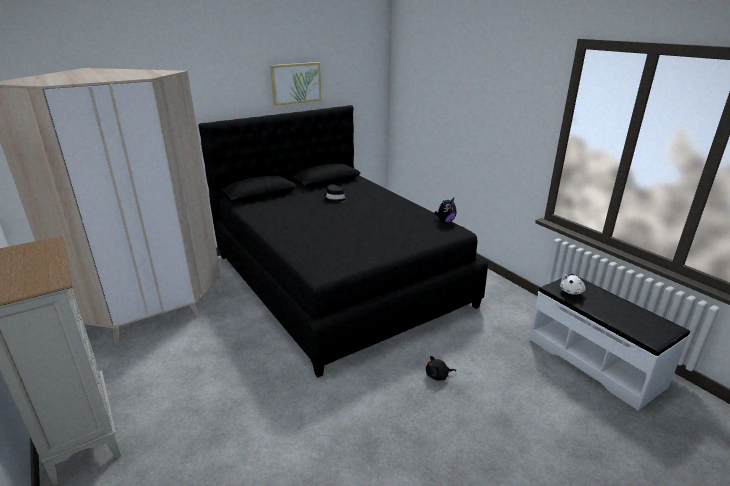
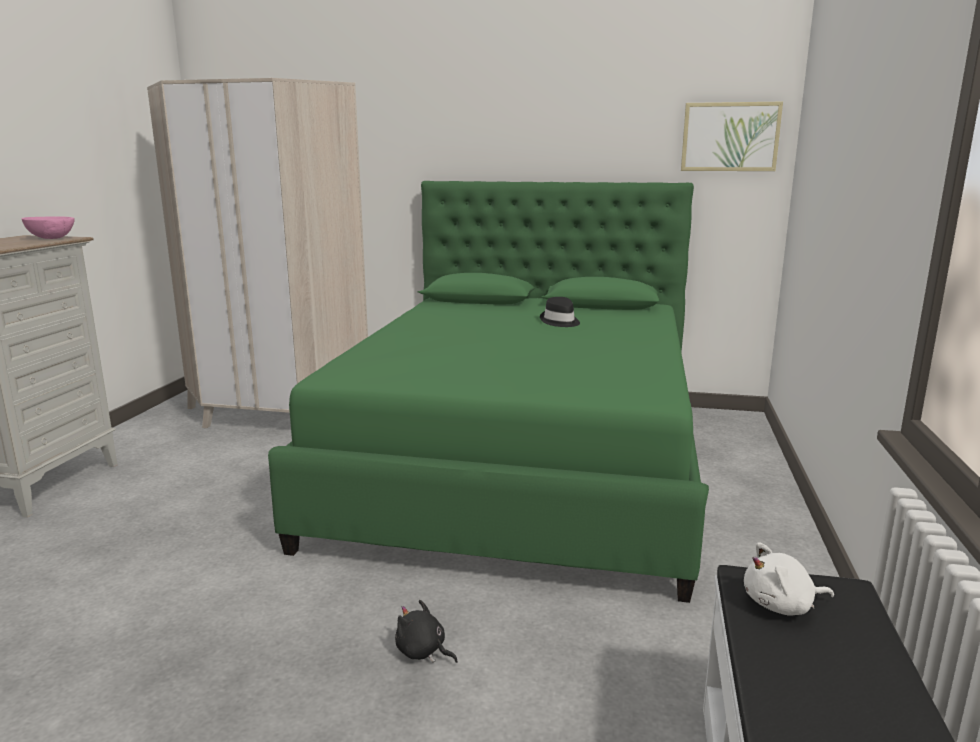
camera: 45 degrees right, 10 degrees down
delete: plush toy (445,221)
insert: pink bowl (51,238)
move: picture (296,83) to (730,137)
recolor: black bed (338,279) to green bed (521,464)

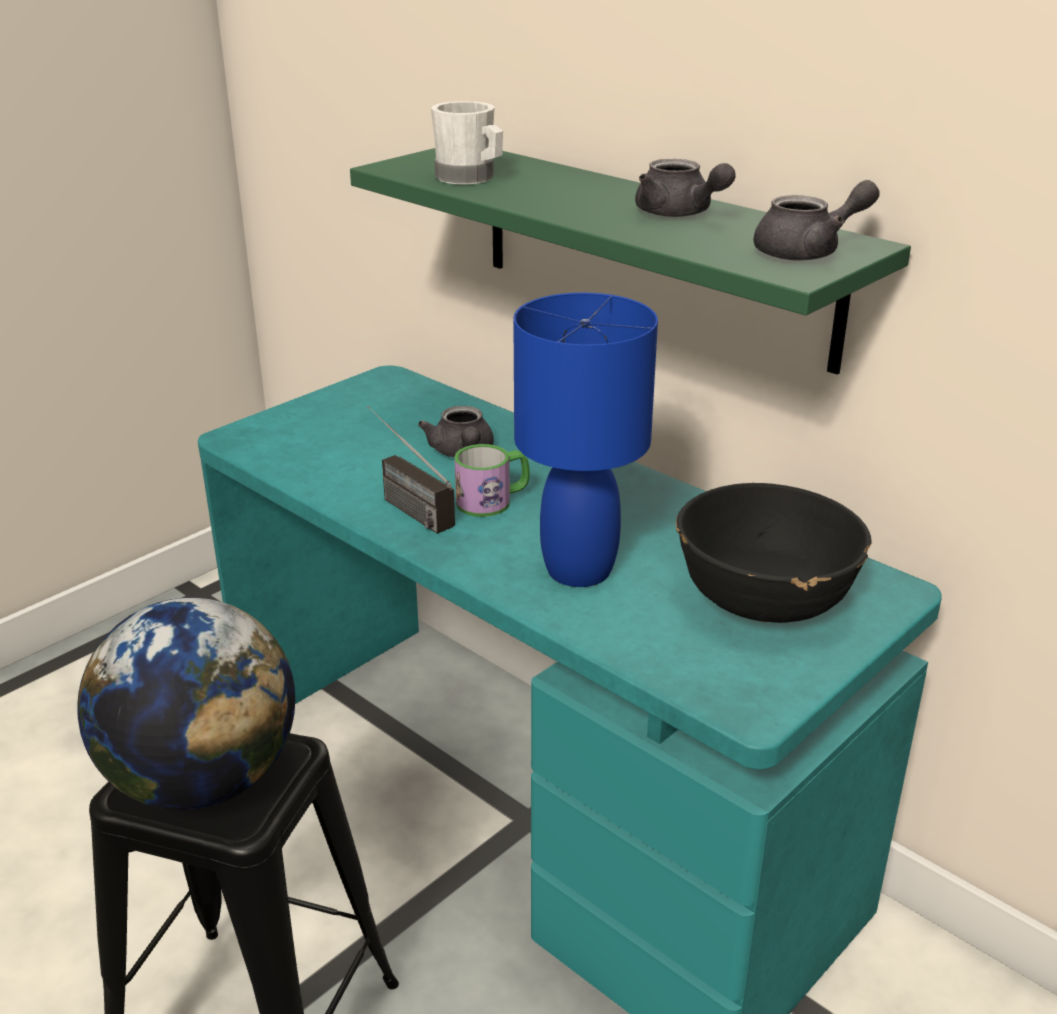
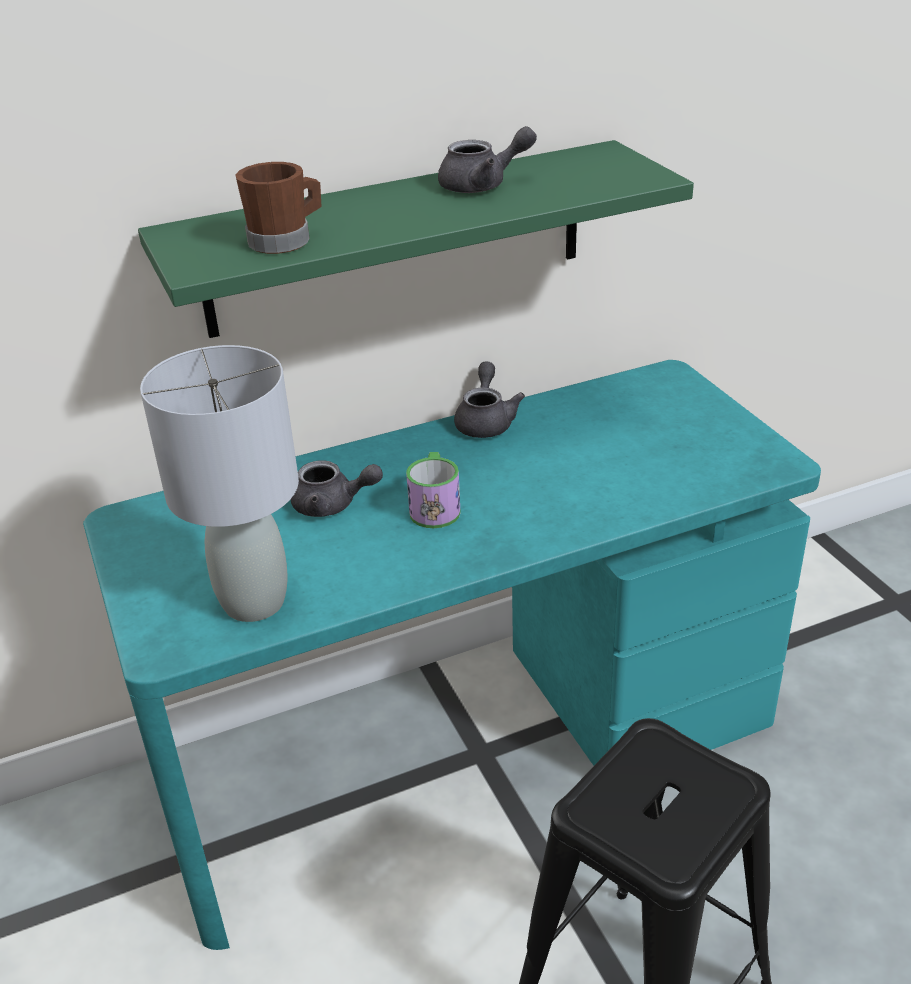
camera: 65 degrees left, 5 degrees up
delete: globe (203,780); radio (402,504); blue table lamp (580,570); black bowl (764,599)
insert: grey table lamp (255,602)
move: grey teapot (809,252) to (486,421)
recolor: white mug (470,178) to brown mug (286,240)

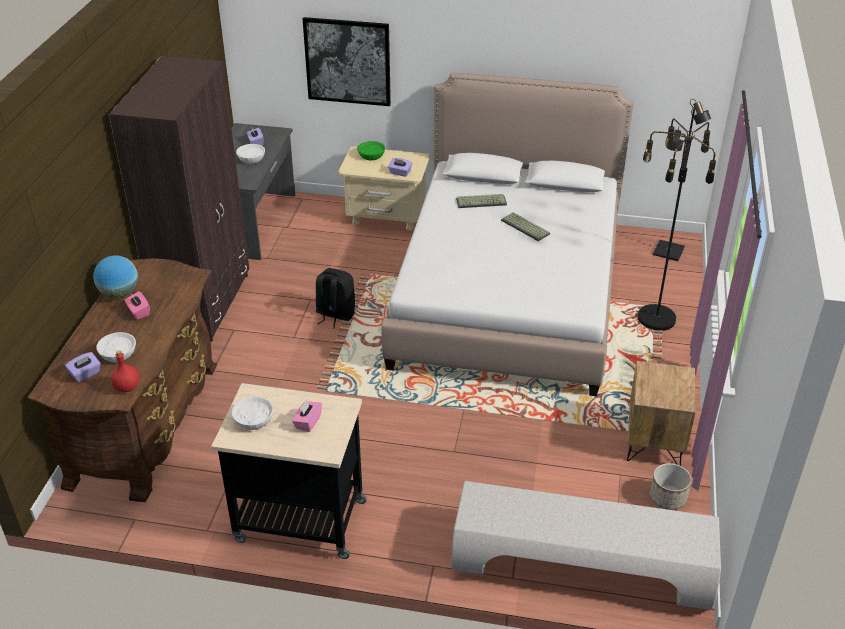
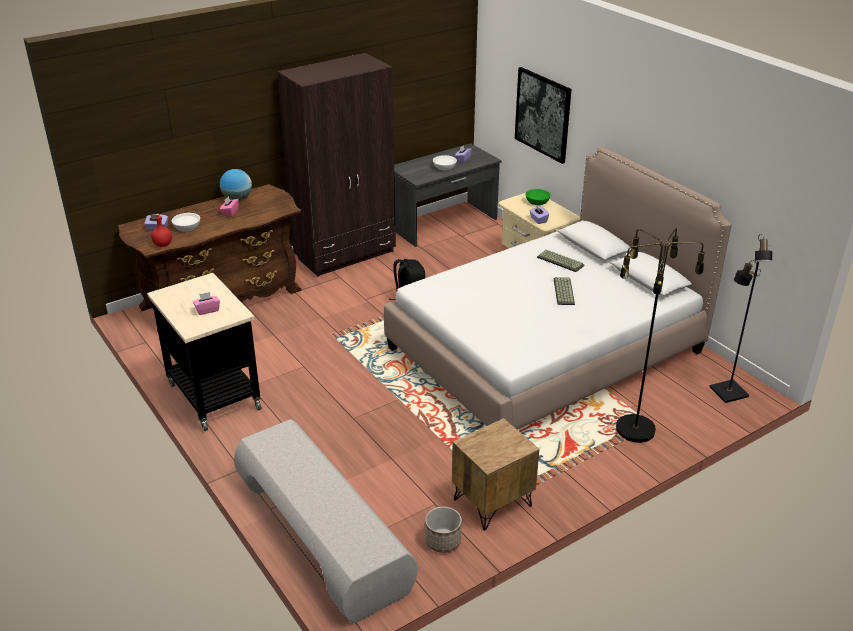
camera: 45 degrees right, 5 degrees down
delete: white bowl (253,419)

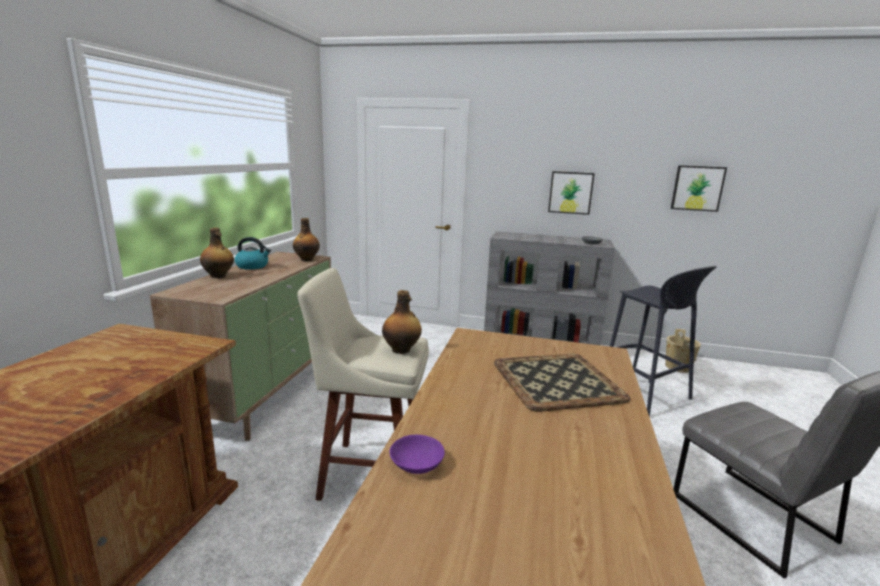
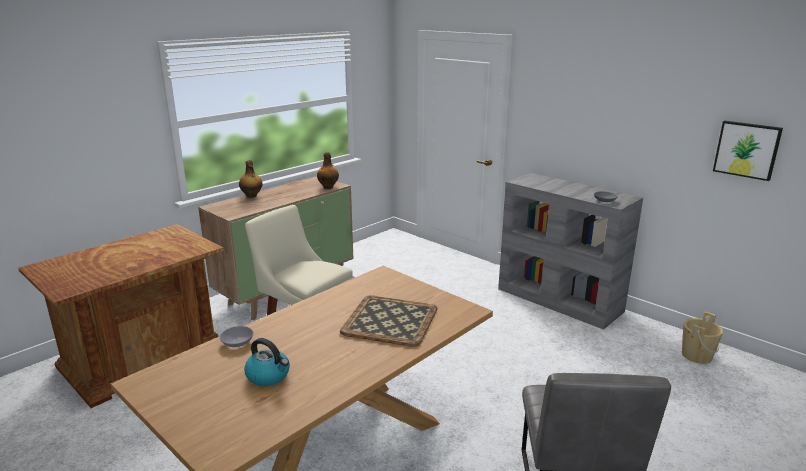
camera: 30 degrees right, 5 degrees up
delete: bottle (401,350); picture (570,192); grey stool (644,395)
move: kettle (253,266) to (269,376)
recolor: purple bowl (415,464) to grey bowl (236,342)

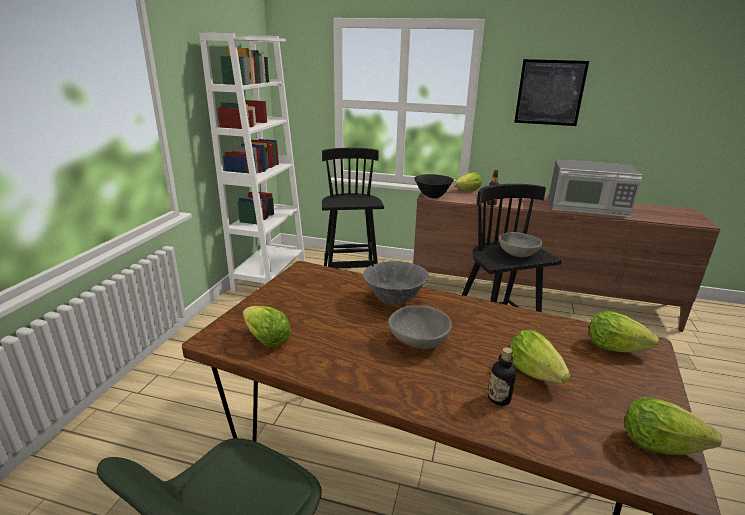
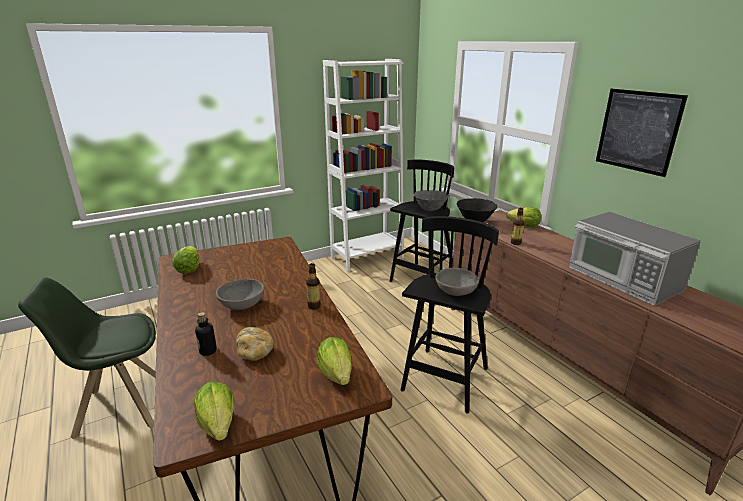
camera: 45 degrees right, 0 degrees up
insert: bottle (314,306)
move: grey bowl (394,301) to (430,210)
replace: lettuce (534,372) to bread (255,353)

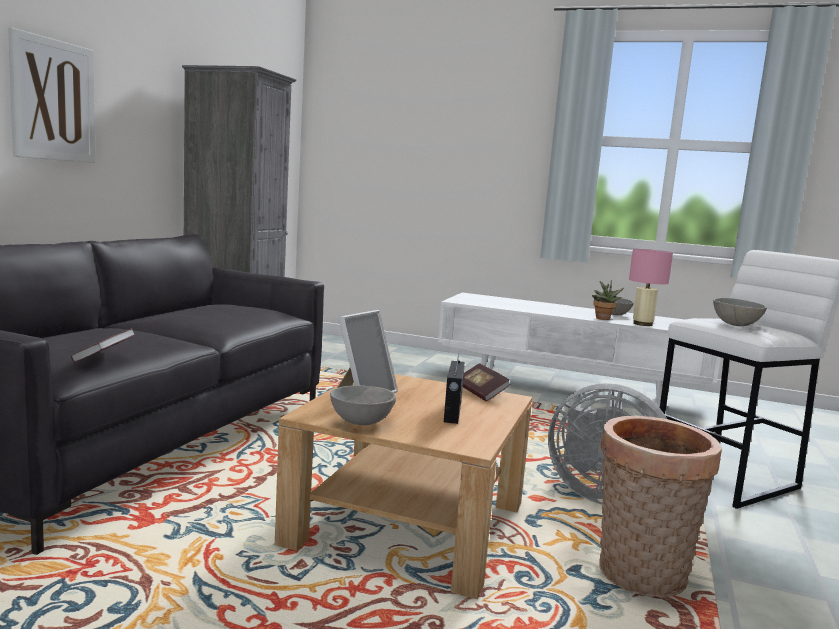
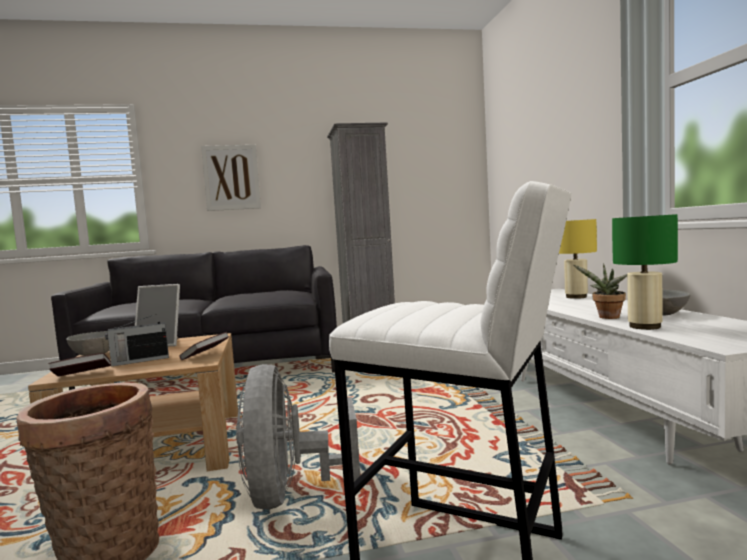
camera: 60 degrees right, 5 degrees down
delete: grey bowl (736,325)
insert: yellow table lamp (576,297)
move: book (104,357) to (82,375)
recolor: pink table lamp (642,324) to green table lamp (645,326)

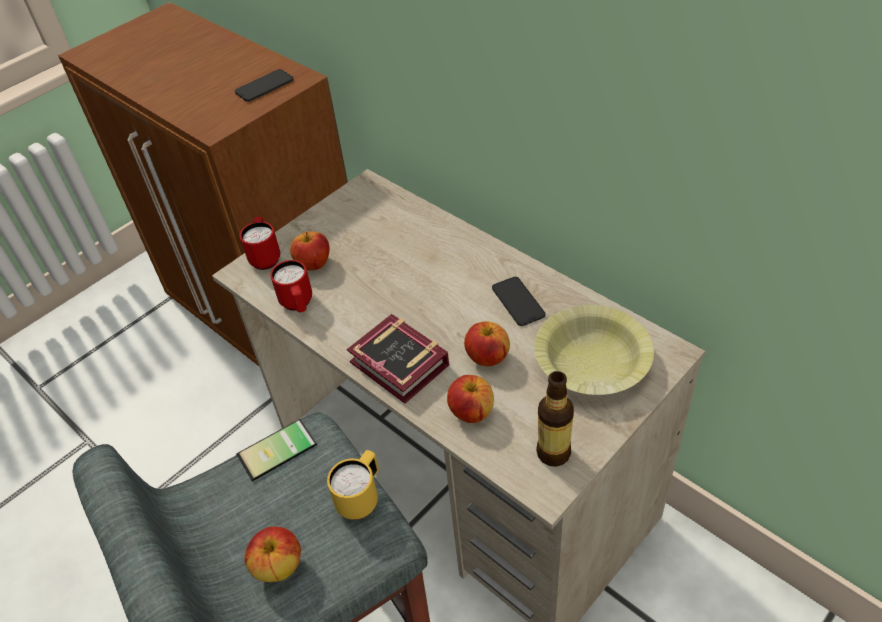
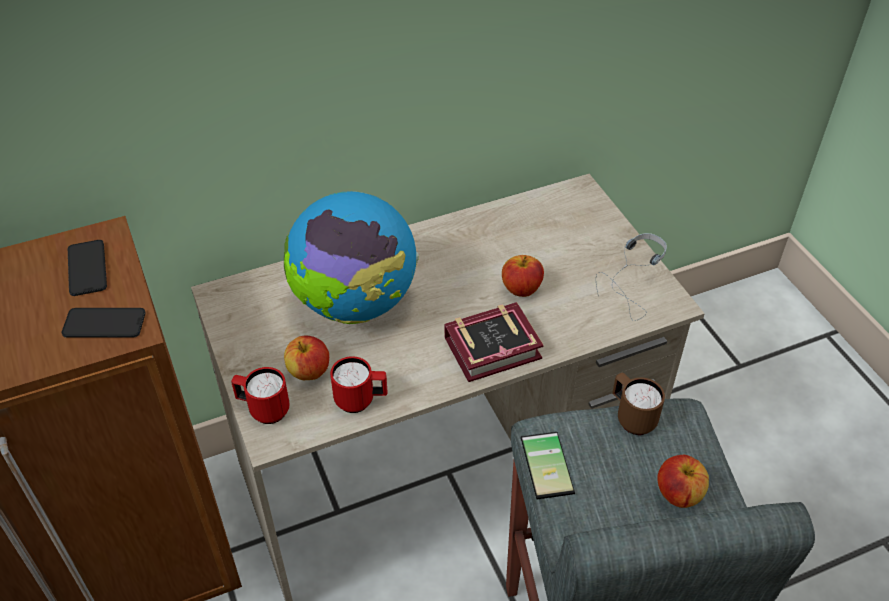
camera: 70 degrees left, 0 degrees up
delete: apple (471,412); yellow bowl (591,362)
insert: globe (355,303)
move: phone (518,301) to (104,323)
replace: bottle (553,453) to headphones (641,287)
recolor: yellow mug (361,498) to brown mug (631,417)

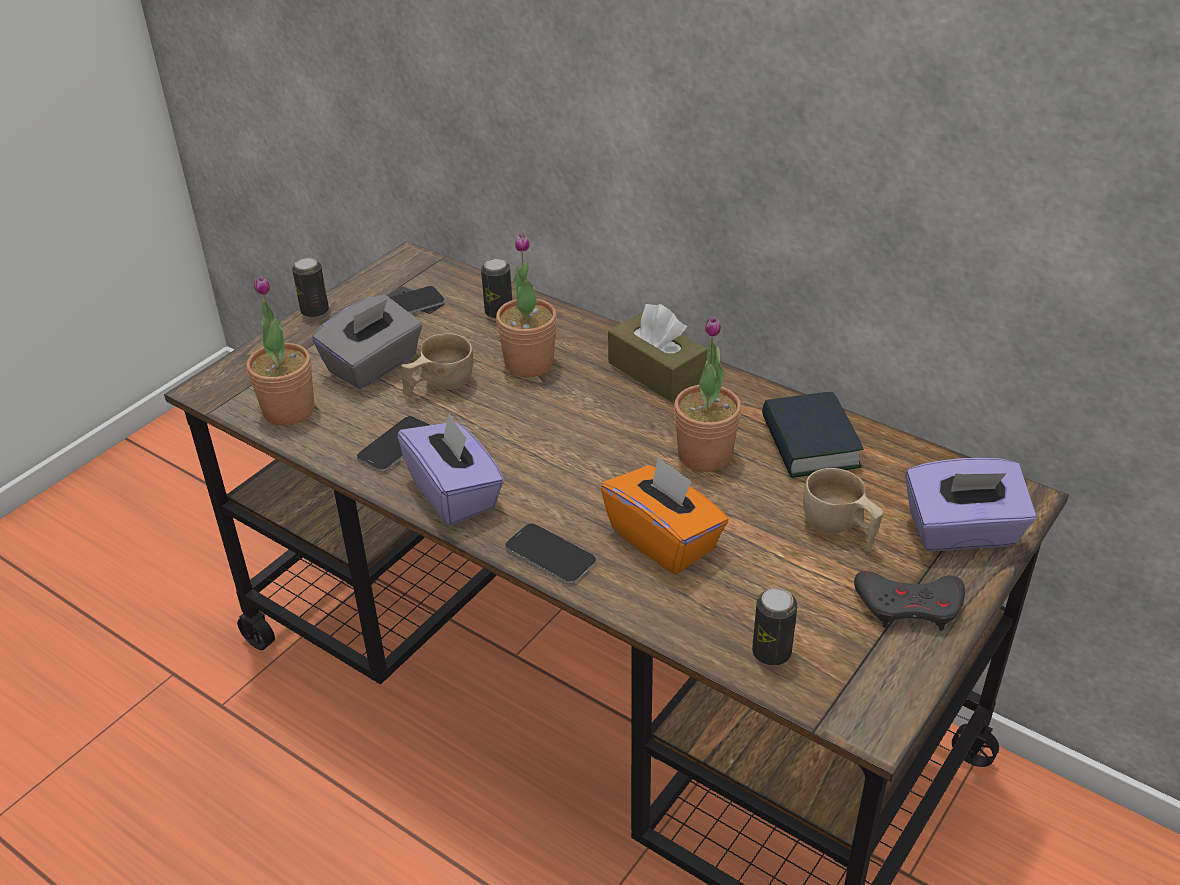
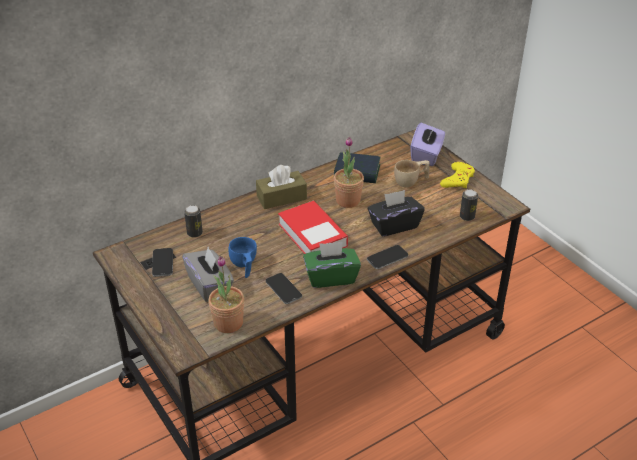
camera: 70 degrees left, 0 degrees up
delete: can (315,311); potted plant (529,363)
insert: book (312,235)
recolor: purple tissue box (454,493) to green tissue box (331,277); beige cup (438,385) to blue cup (244,266); orange tissue box (664,540) to black tissue box (394,225); grey game controller (909,605) to yellow game controller (458,179)

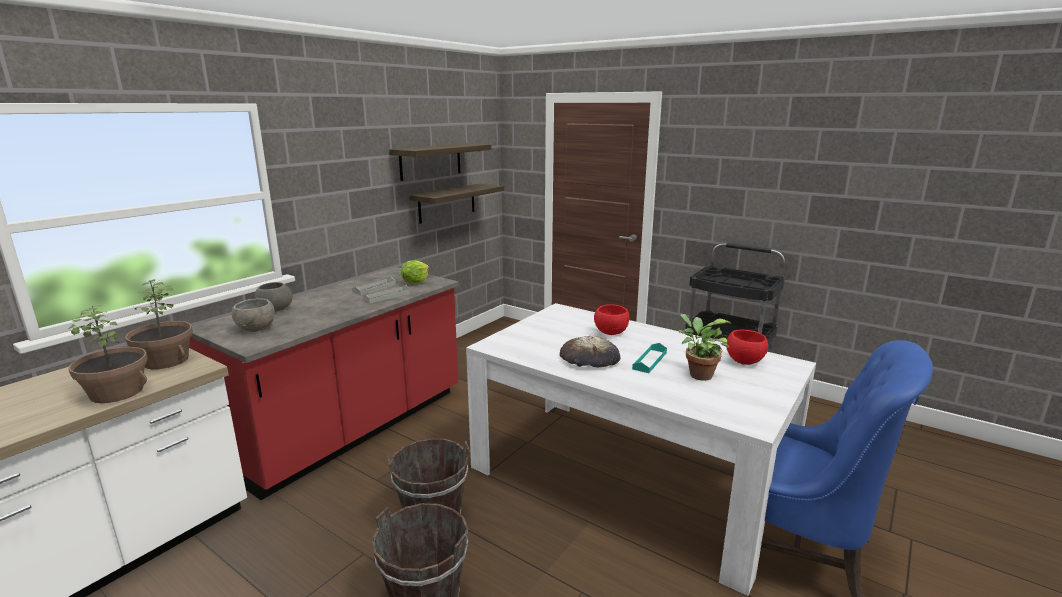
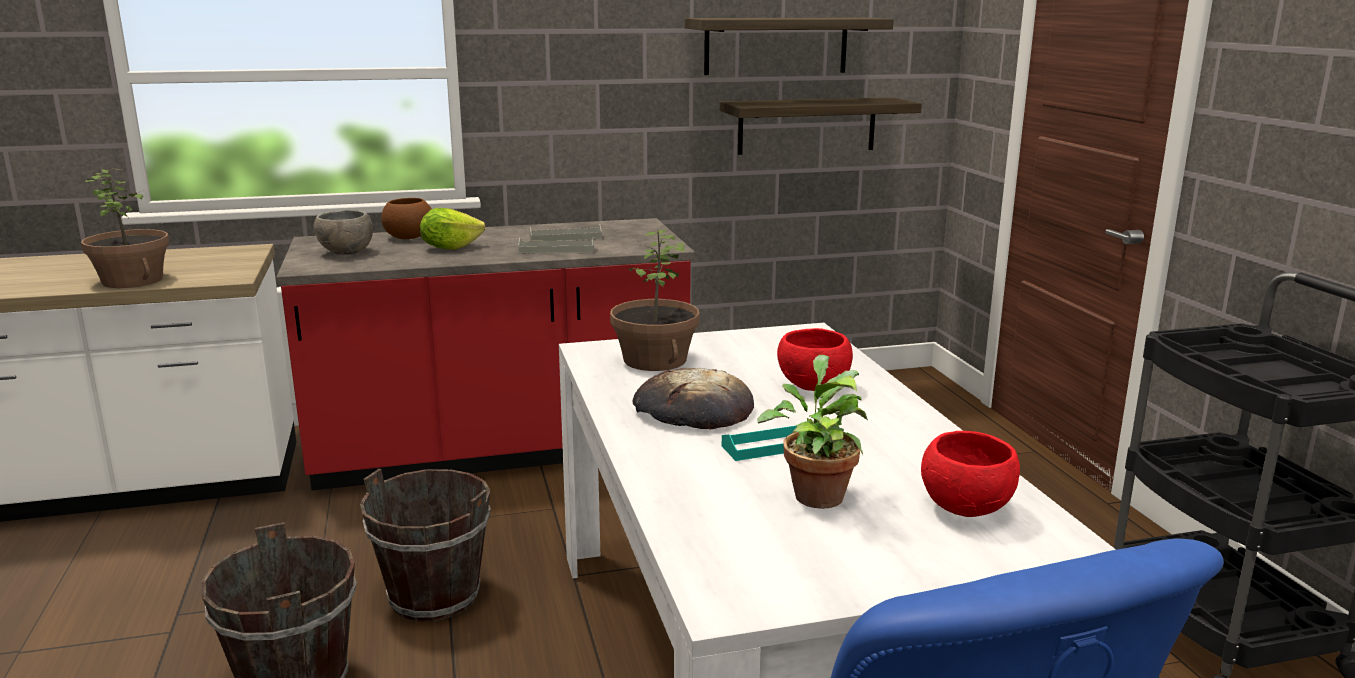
camera: 40 degrees right, 0 degrees up
move: potted plant (165,361) to (654,360); lettuce (415,282) to (450,248)
recolor: grey bowl (274,309) to brown bowl (408,237)

